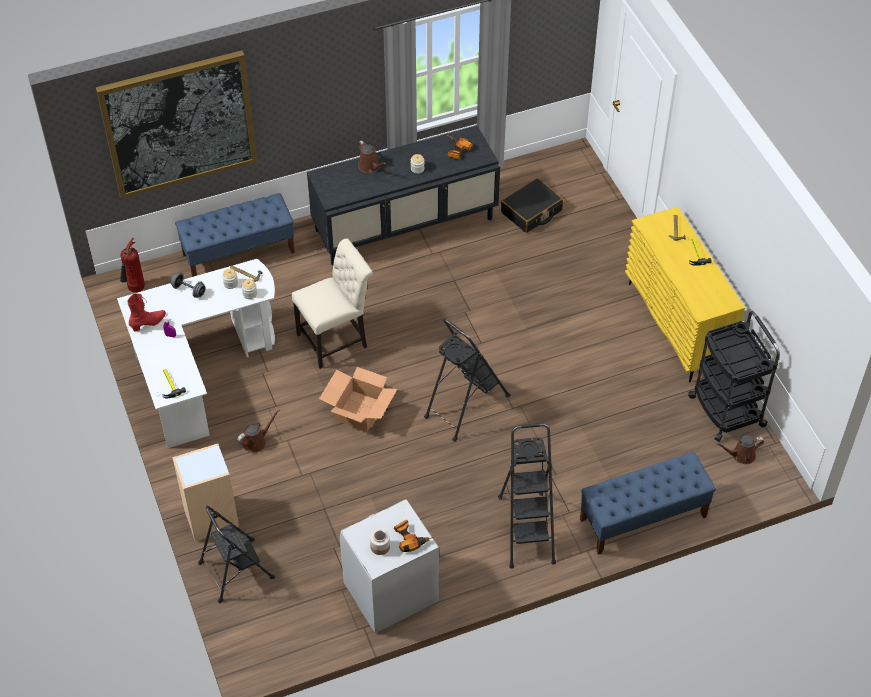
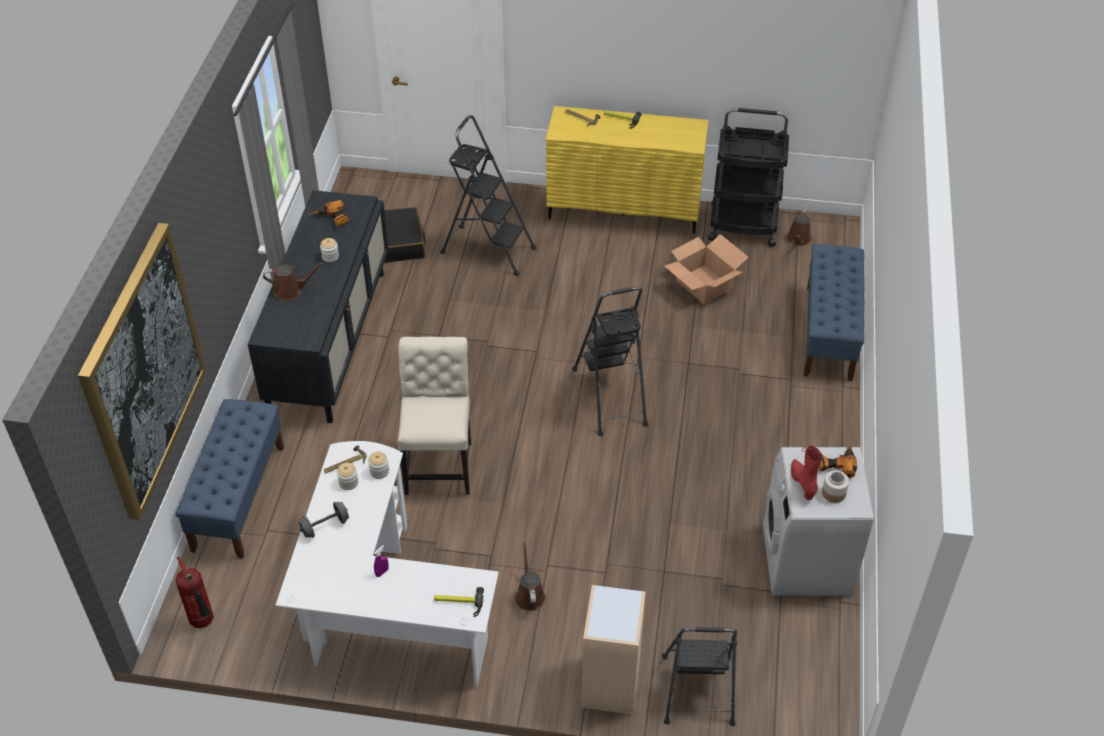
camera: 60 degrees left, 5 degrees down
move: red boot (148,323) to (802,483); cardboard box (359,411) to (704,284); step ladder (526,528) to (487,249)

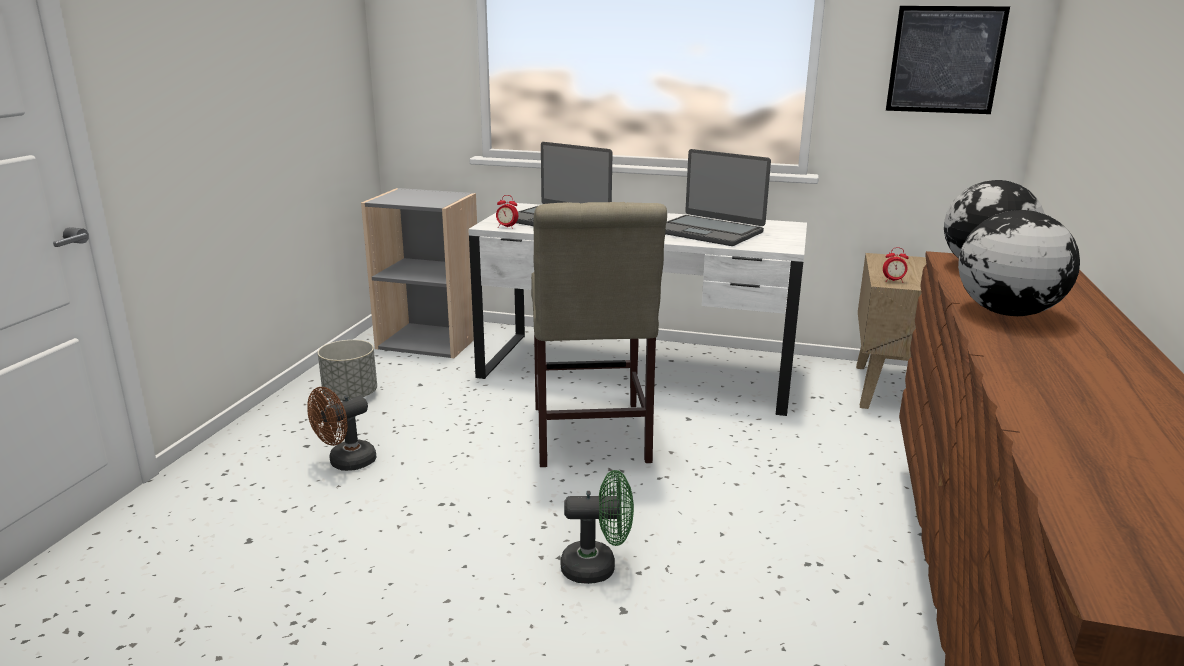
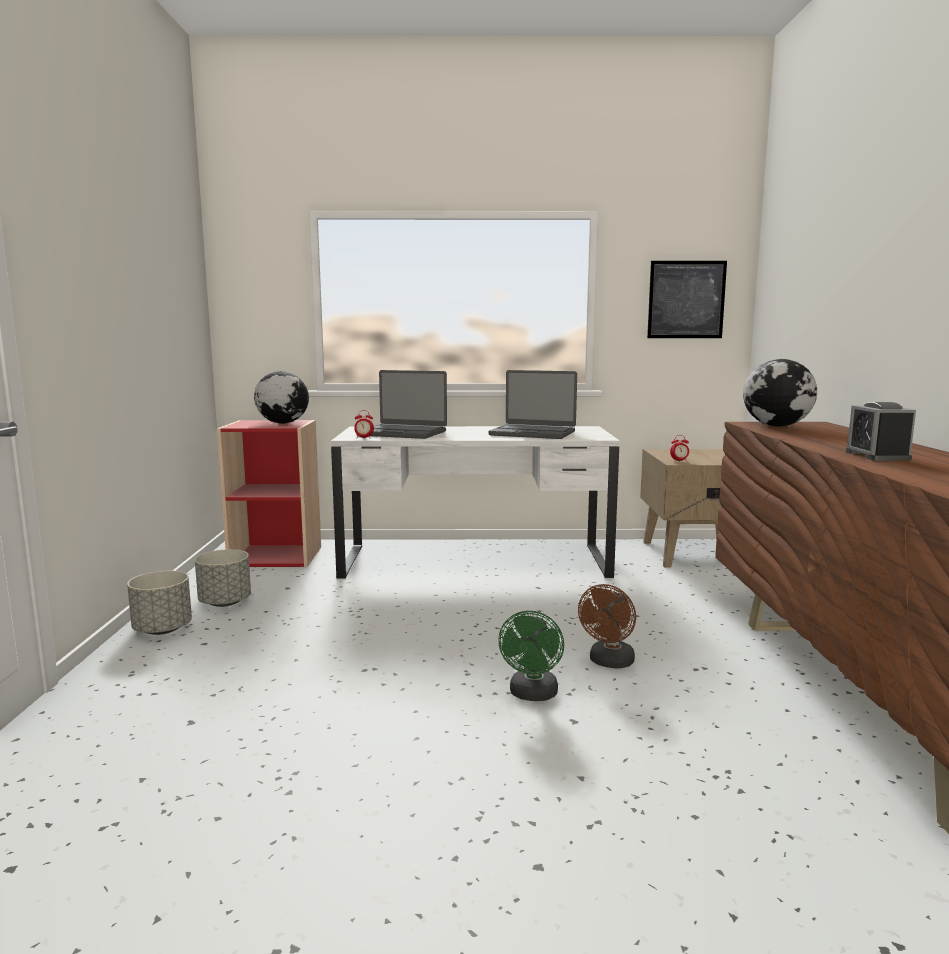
camera: 15 degrees left, 10 degrees down
delete: beige chair (590,438)
insert: grey planter (162,629); alarm clock (877,455)
move: brown fan (346,463) to (609,663); globe (1005,313) to (282,423)
recolor: grey bookcase (431,340) to red bookcase (277,556)
rotate: green fan (597,567) = (532,695) 120 degrees clockwise

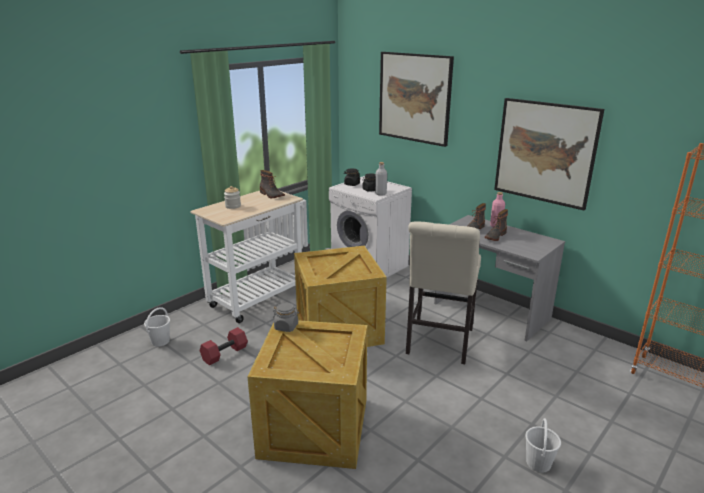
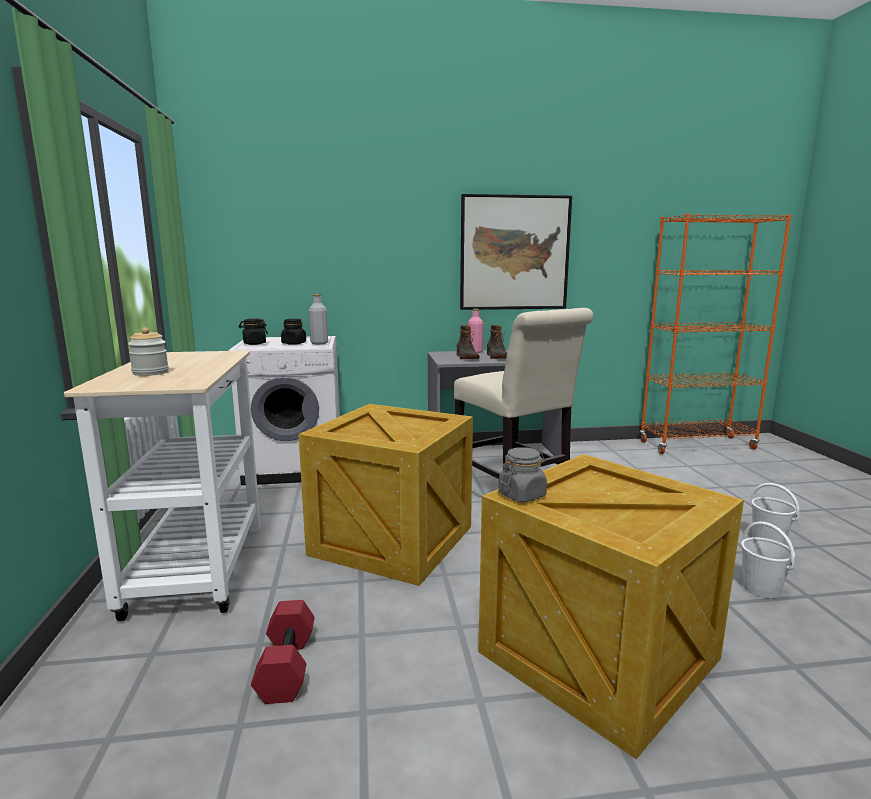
camera: 50 degrees left, 10 degrees down
delete: boot (271,195); picture (414,98)
move: white bucket (160,341) to (761,589)

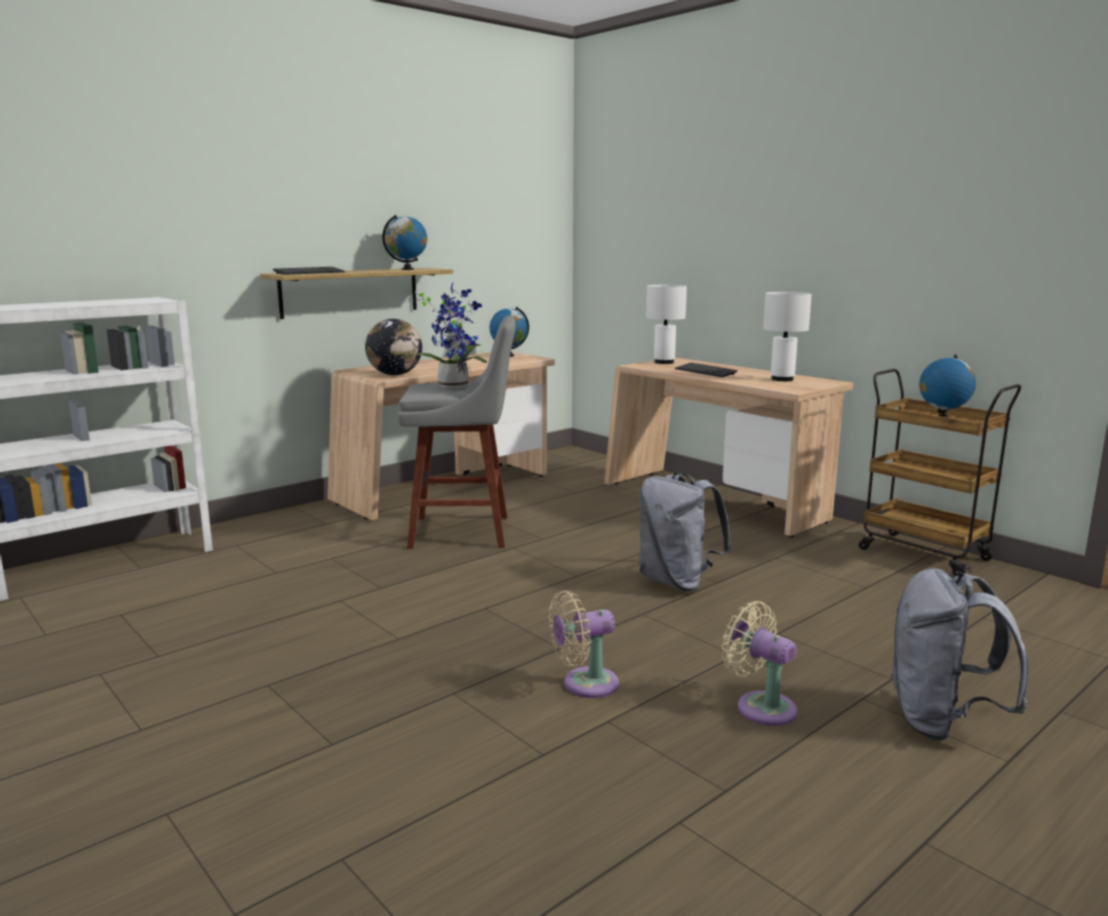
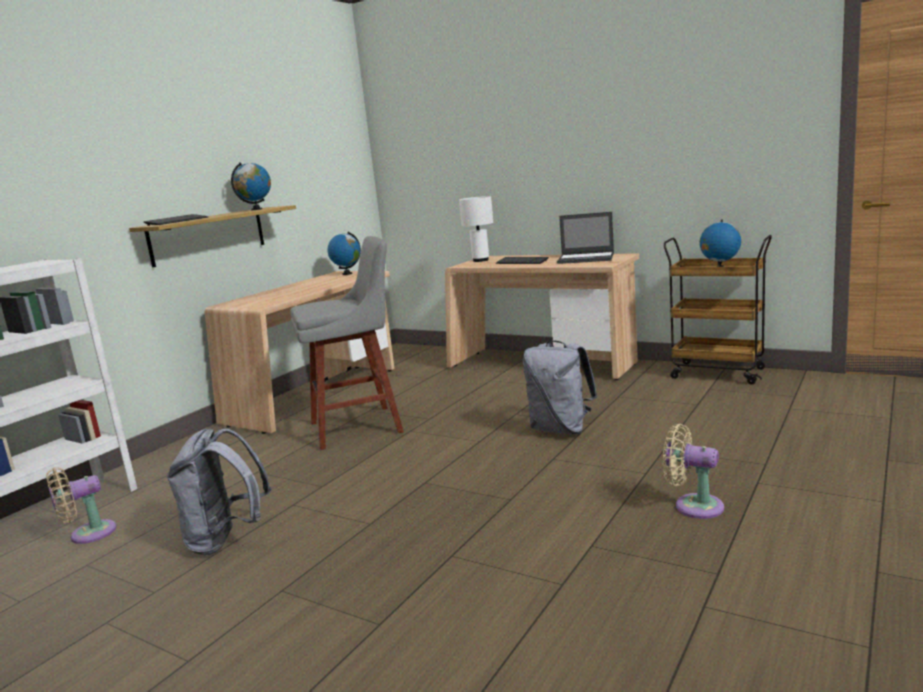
camera: 15 degrees left, 0 degrees up
delete: globe (395,374); potted plant (454,386)
move: beige fan (585,684) to (88,534); grey backpack (941,722) to (227,539)
replace: white table lamp (783,379) to laptop (586,258)

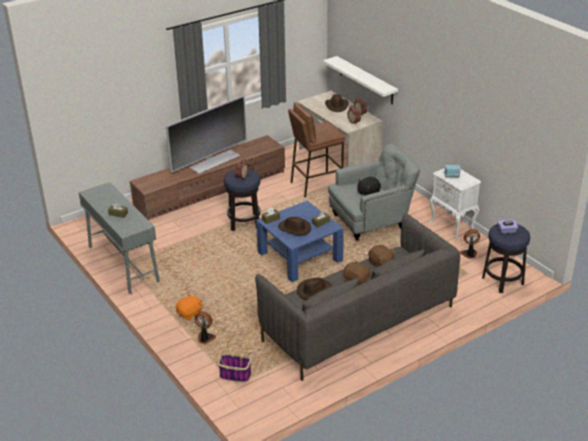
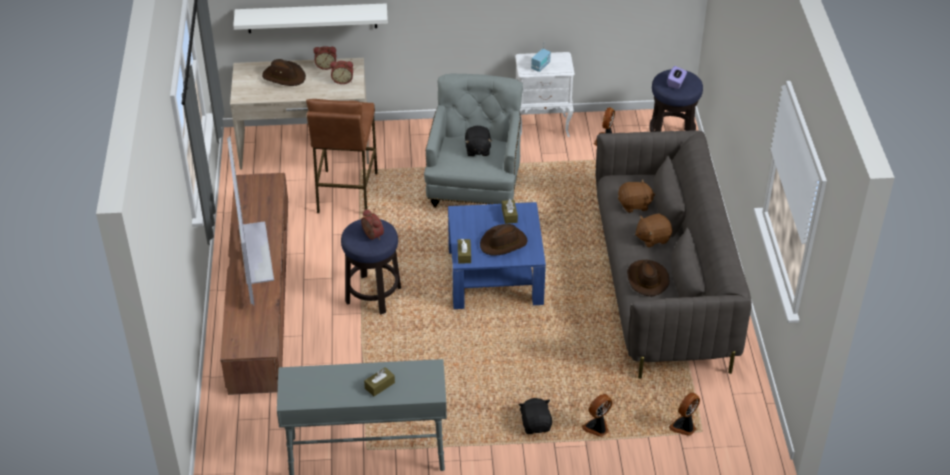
camera: 60 degrees left, 10 degrees up
replace: basket (234,375) to fan (684,427)
recolor: orange plush toy (190,314) to black plush toy (536,424)

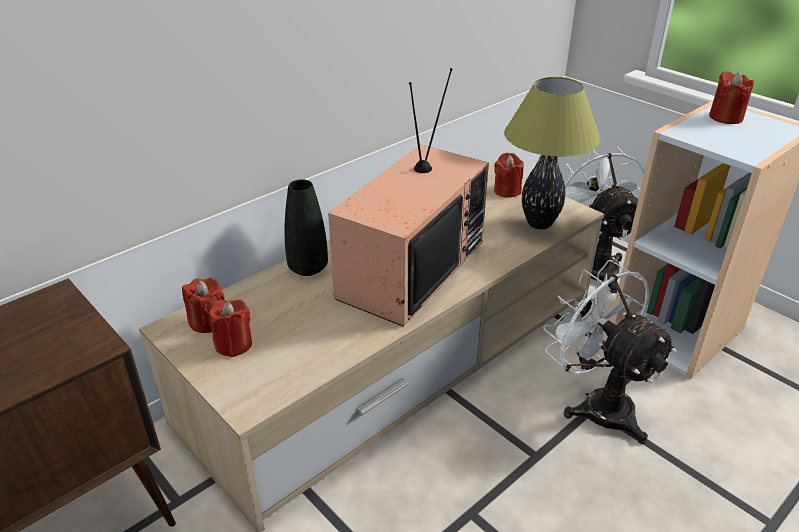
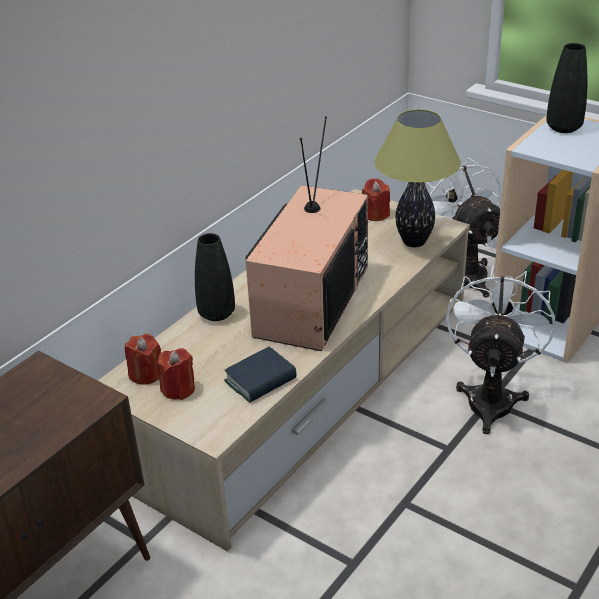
camera: 10 degrees left, 0 degrees up
insert: book (260,380)
replace: red candle (725,117) to black vase (563,128)
rotate: white fan (597,404) = (491,397) 60 degrees clockwise

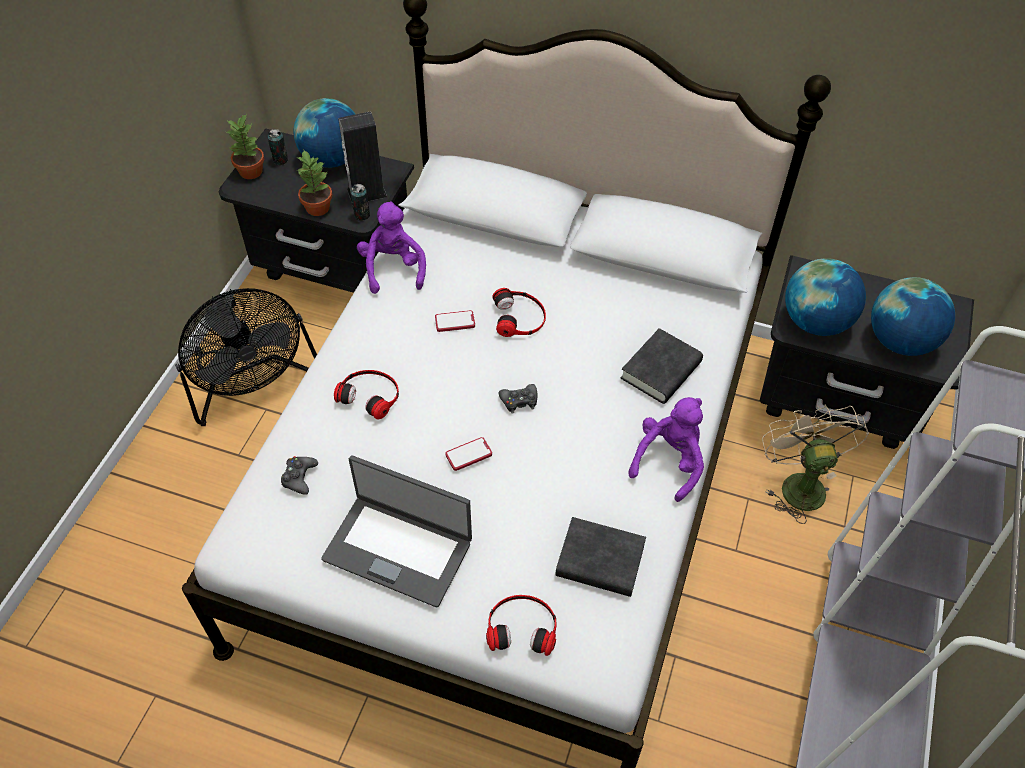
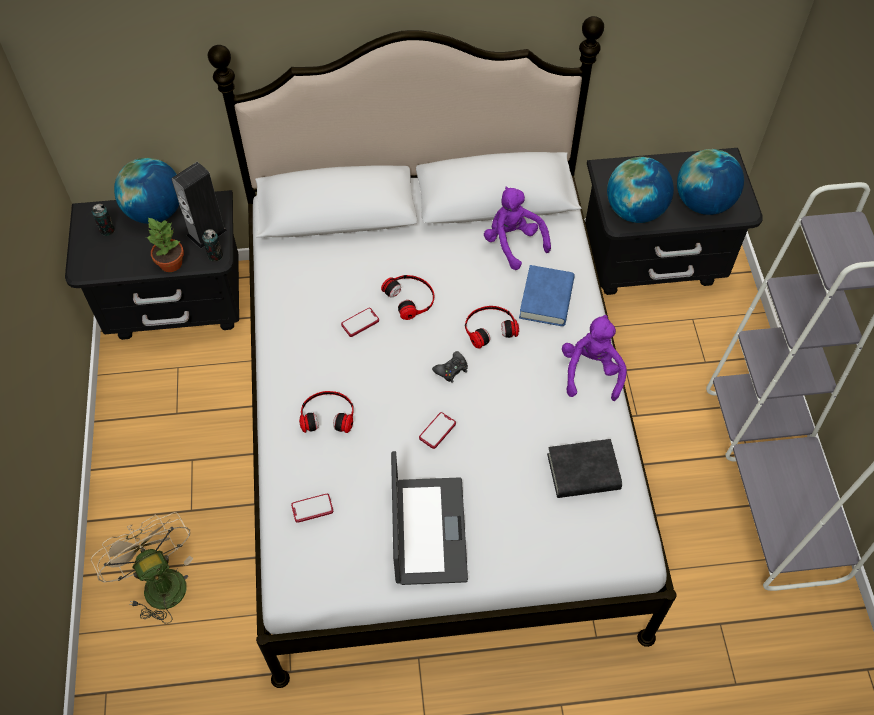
camera: 25 degrees left, 5 degrees up
delete: black fan (247,384); potted plant (251,172)
move: purple plush toy (393,268) to (513,242); headphones (522,626) to (489,327); beige fan (798,483) to (159,581)
replace: black game controller (299,477) to phone (312,508)
recolor: black book (661,371) to blue book (546,299)
rotate: laptop (398,549) = (427,531) 90 degrees counterclockwise

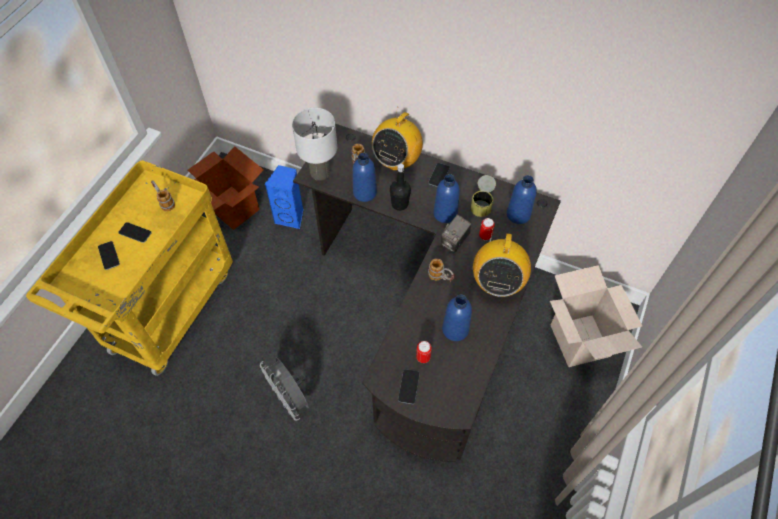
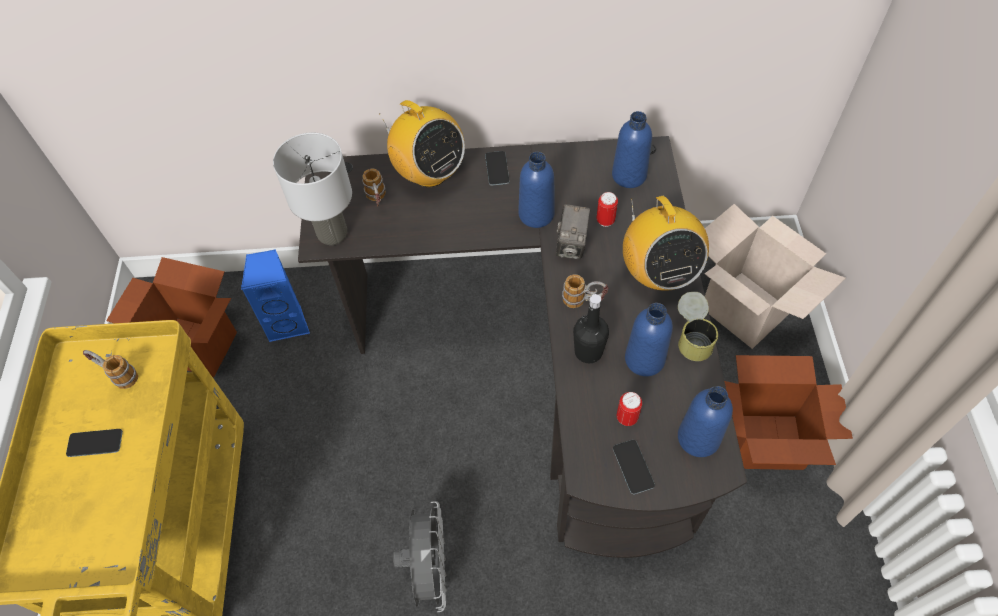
camera: 25 degrees left, 0 degrees up
delete: phone (109,255)
insert: cardboard box (763,441)
move: blue bottle (365,192) to (698,438); black bottle (399,204) to (588,351); can (482,203) to (692,336)
rotate: grey fan (291,398) = (429,569) 120 degrees counterclockwise; radio (397,161) = (429,173) 45 degrees counterclockwise

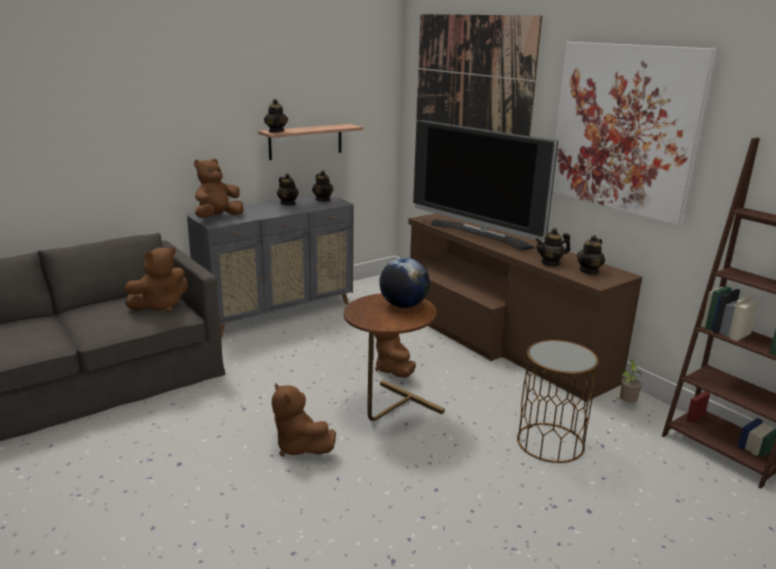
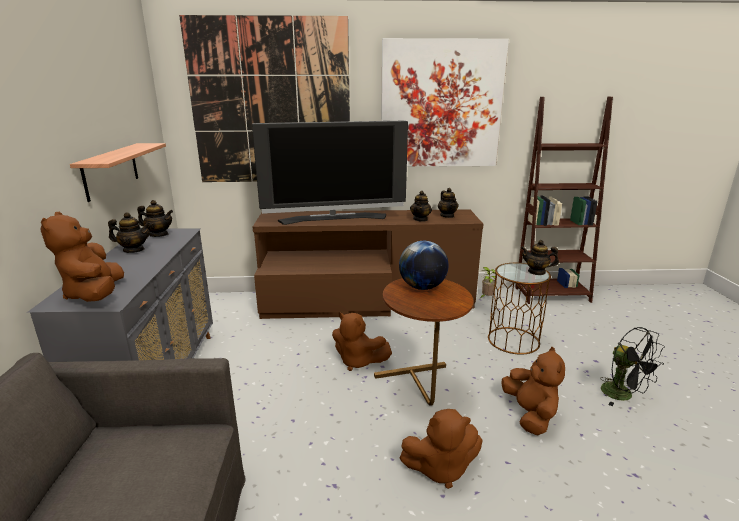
camera: 55 degrees left, 0 degrees up
insert: black fan (623,395)
move: brown plush toy (160,306) to (530,415); teapot (276,131) to (537,272)

